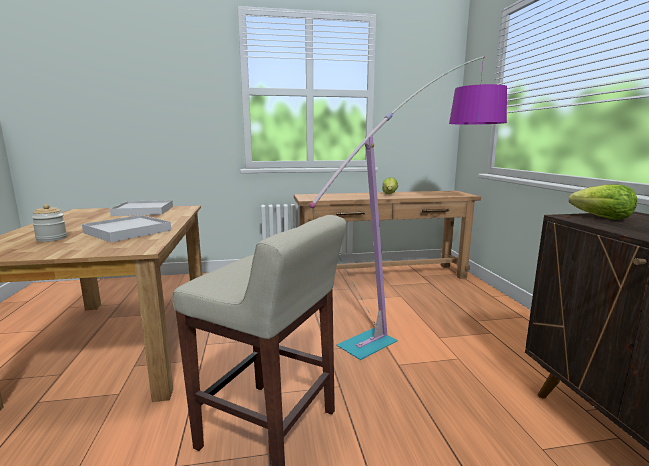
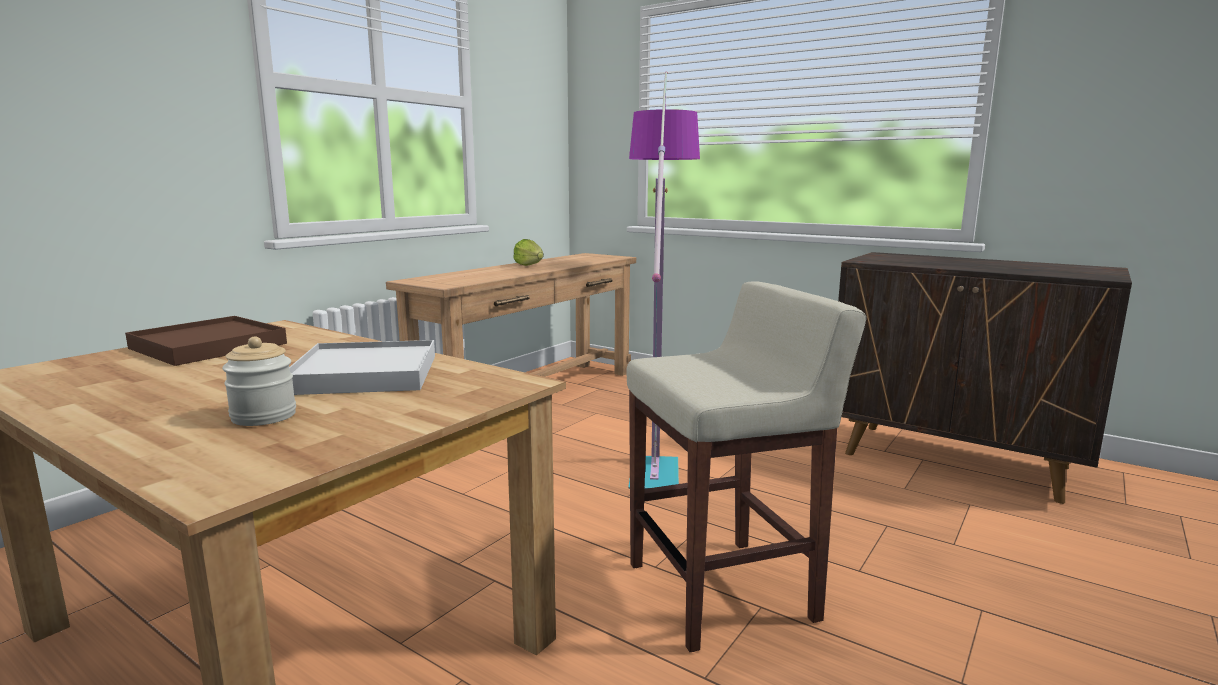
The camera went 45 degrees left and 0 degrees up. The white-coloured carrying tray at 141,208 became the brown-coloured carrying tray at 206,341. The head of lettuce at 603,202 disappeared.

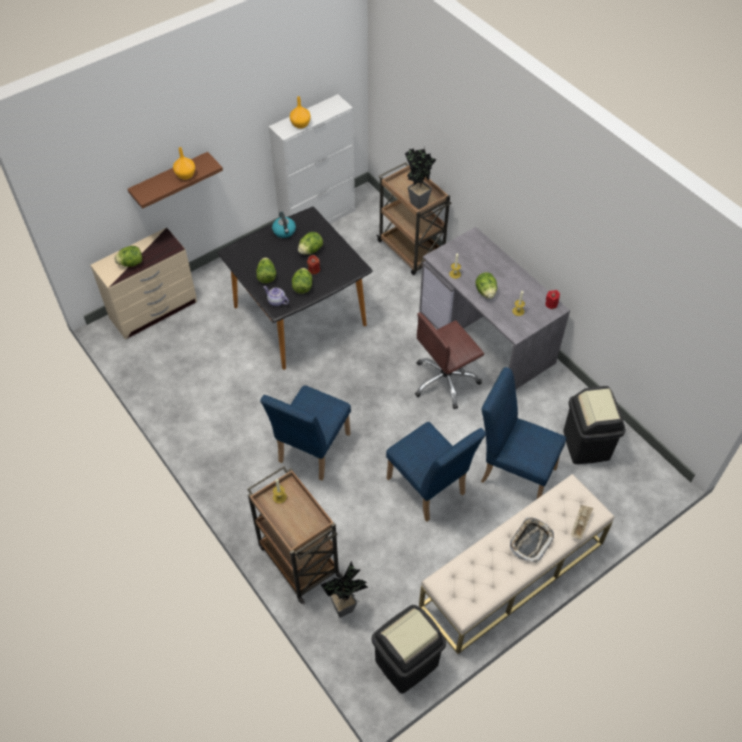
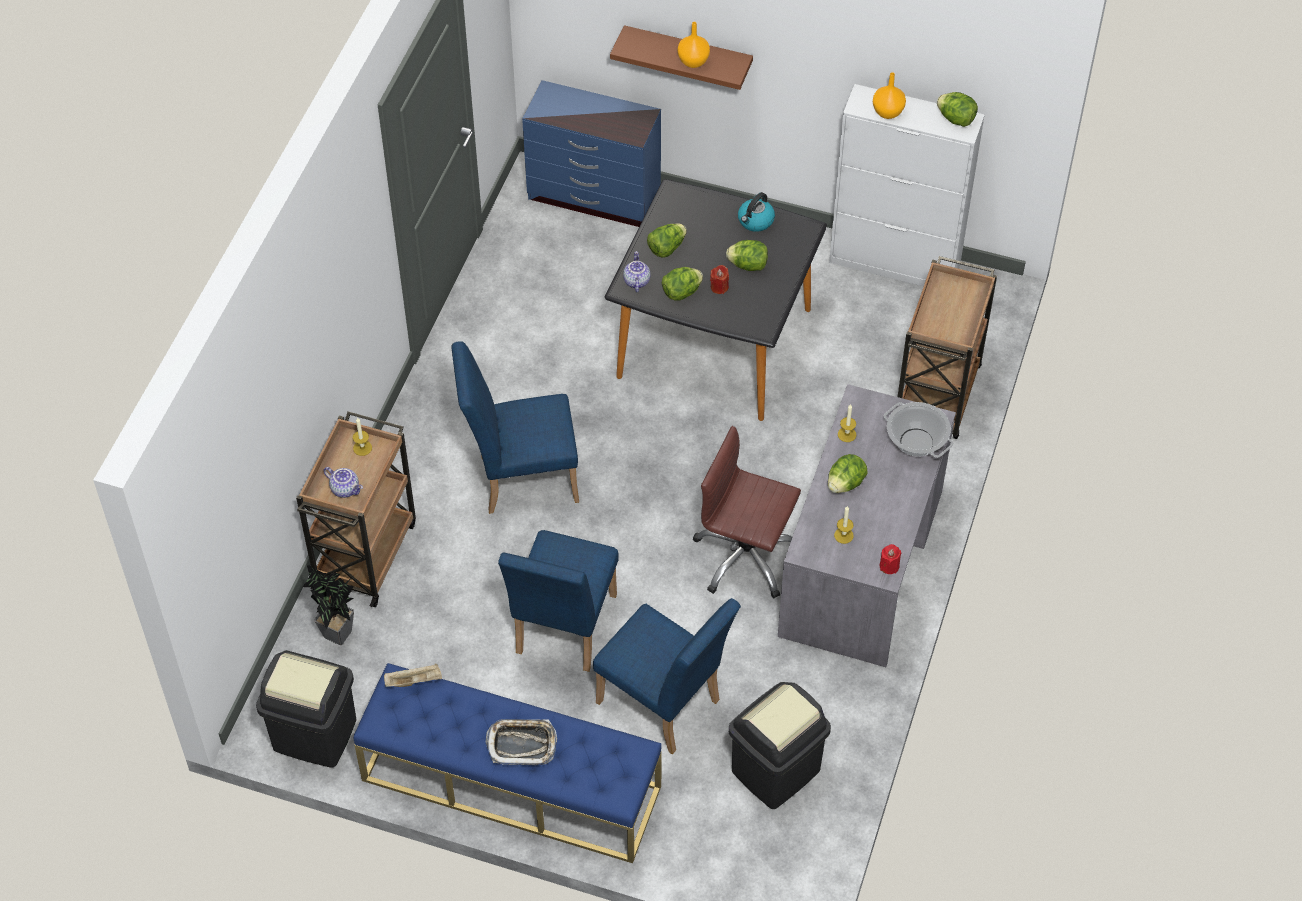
The camera went 55 degrees right and 0 degrees up. The beige-coloured dresser at 143,283 became the blue-coloured dresser at 591,153. The head of lettuce moved from 128,256 to 957,109. The houseplant at 420,178 disappeared. The beige-coloured indoor bench at 516,564 became the blue-coloured indoor bench at 508,763. The blue-coloured chair at 523,433 turned 135 degrees clockwise. The beige-coloured carrying tray moved from 582,522 to 413,675. The teapot at 343,482 appeared. The cooking pot at 919,430 appeared.

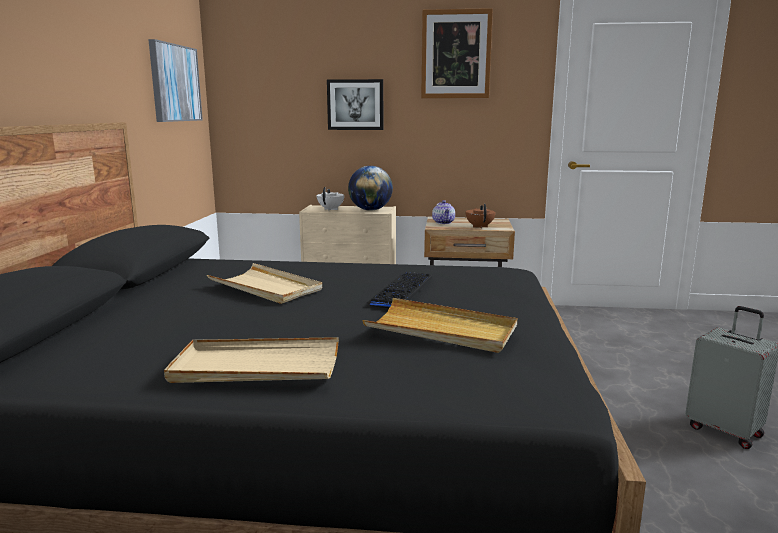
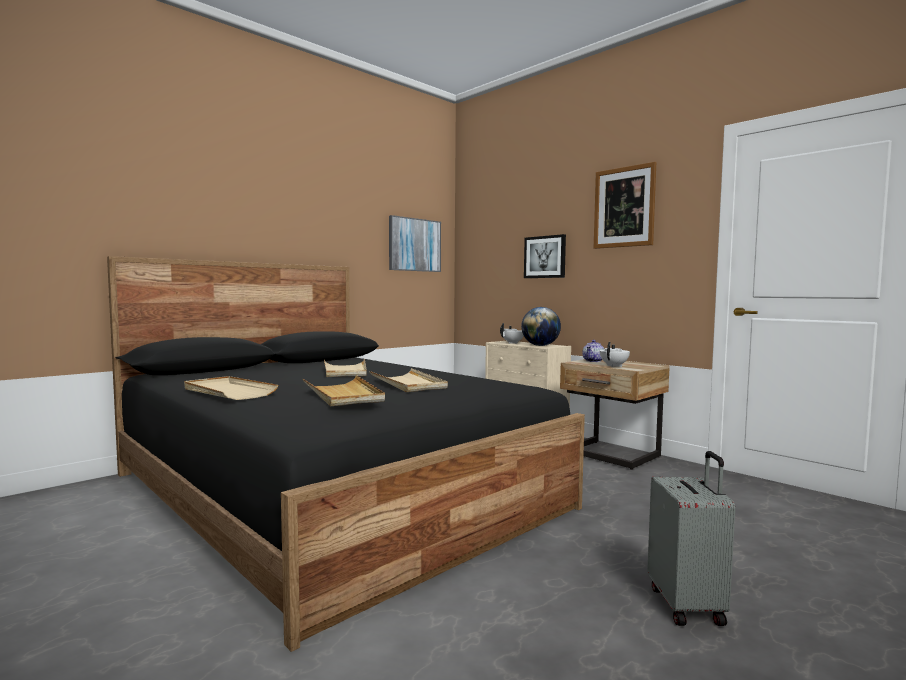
The camera went 40 degrees right and 10 degrees down. The keyboard at 398,290 was replaced by the beige-coloured carrying tray at 408,380. The brown-coloured teapot at 481,216 became the white-coloured teapot at 615,354.

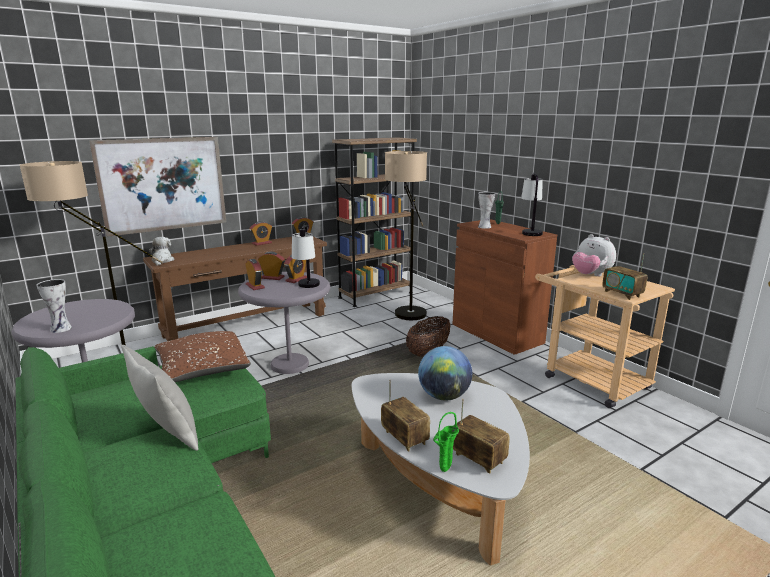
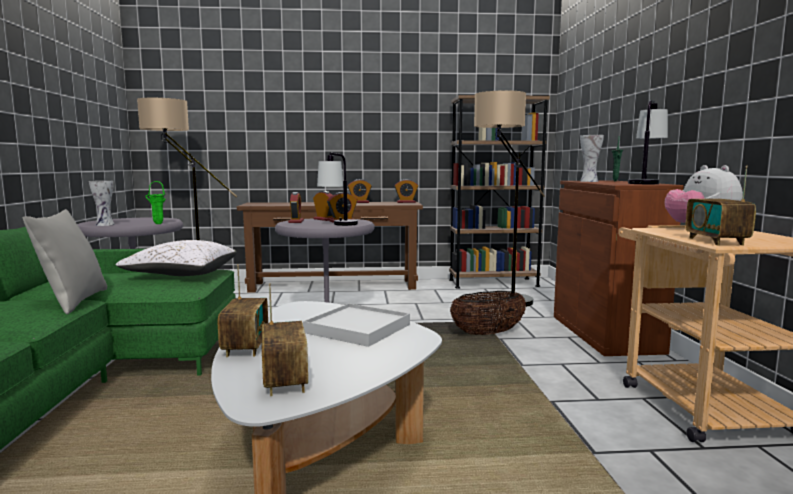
The camera went 30 degrees right and 10 degrees down. The wall picture at 158,187 disappeared. The cuddly toy at 162,251 disappeared. The brown-coloured cushion at 202,356 became the white-coloured cushion at 176,258. The globe at 445,373 was replaced by the white-coloured carrying tray at 356,325. The green flower vase moved from 446,442 to 155,202.

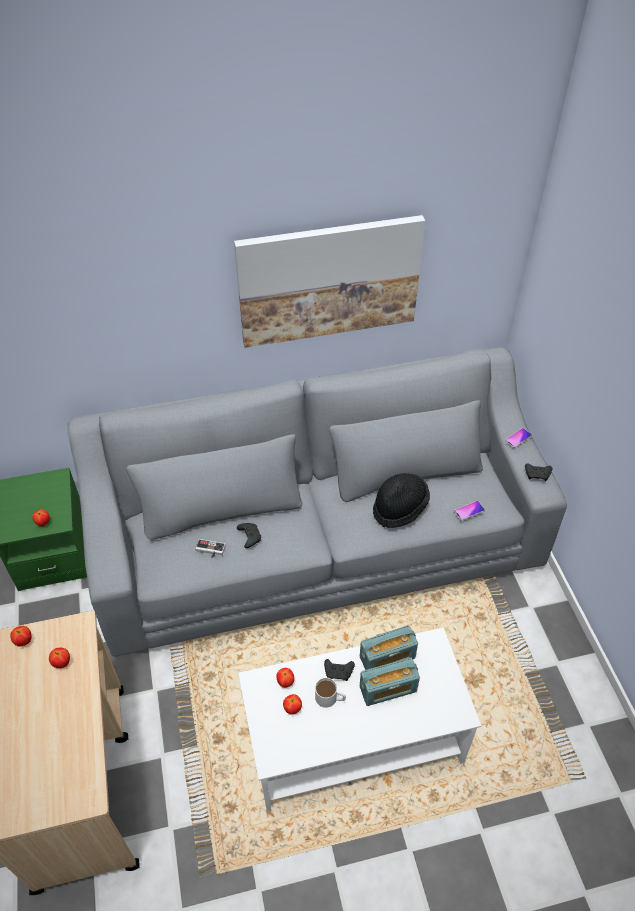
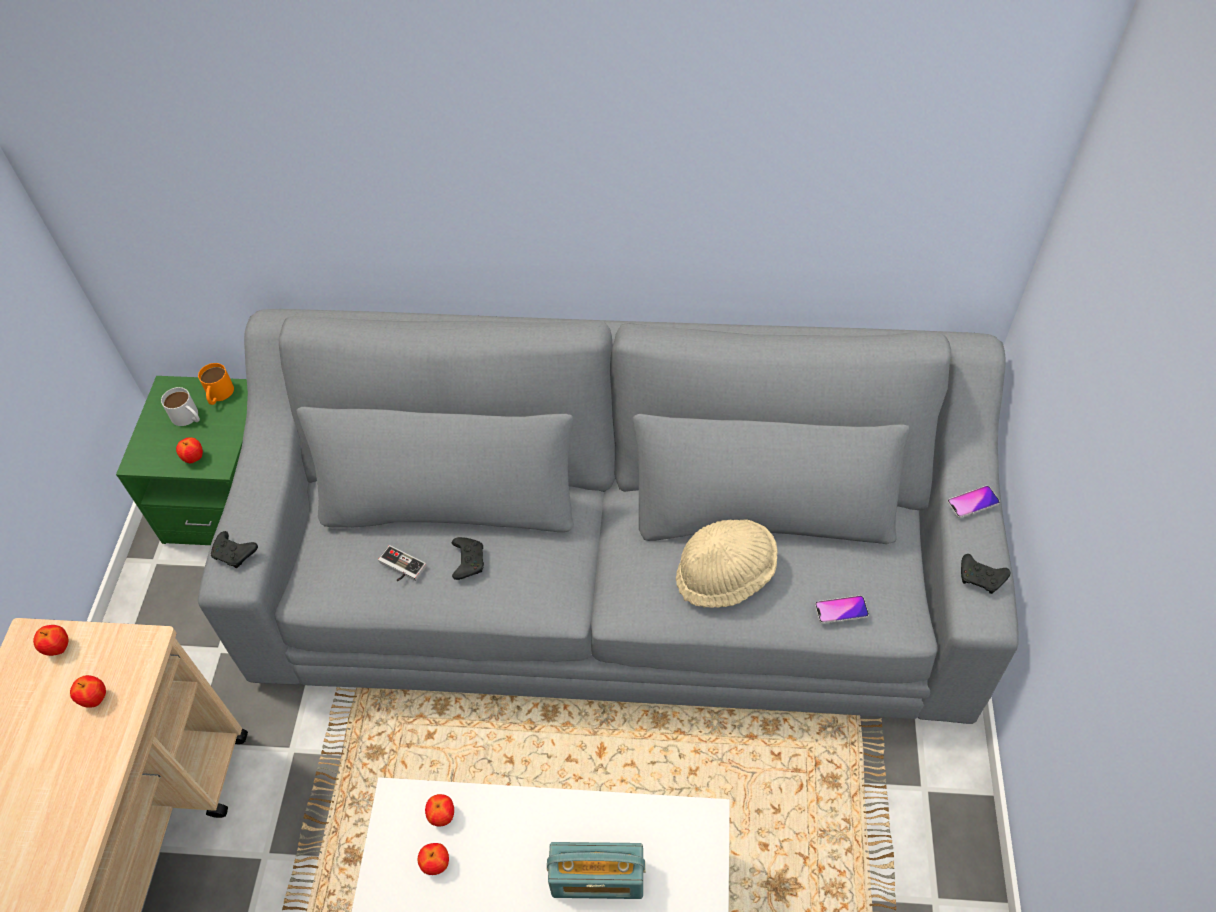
The camera went 20 degrees right and 5 degrees up. The wall picture at 329,281 disappeared. The white-coloured mug moved from 330,693 to 180,406. The black-coloured game controller moved from 339,670 to 234,549. The radio at 389,647 disappeared. The black-coloured wearable hat at 401,500 became the beige-coloured wearable hat at 727,563. The orange-coloured mug at 216,384 appeared.

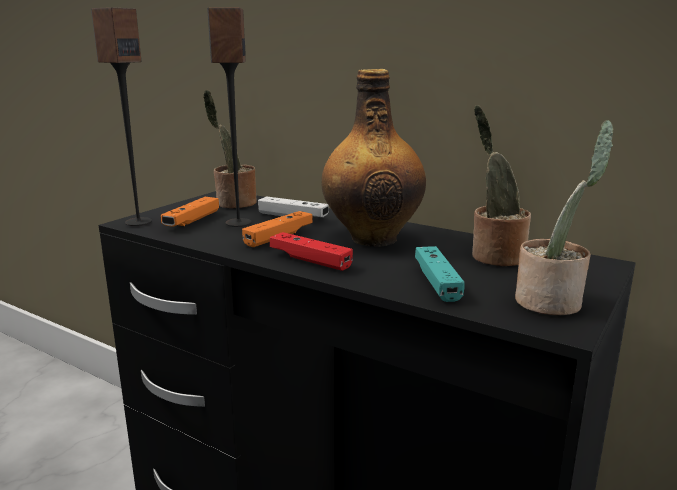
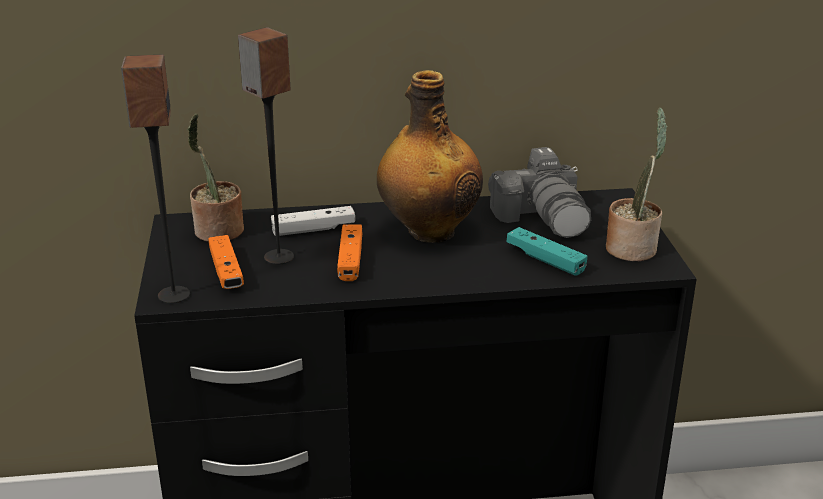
The camera went 40 degrees left and 10 degrees up. The reddish game controller at 311,251 disappeared. The houseplant at 501,186 was replaced by the photo camera at 539,192.

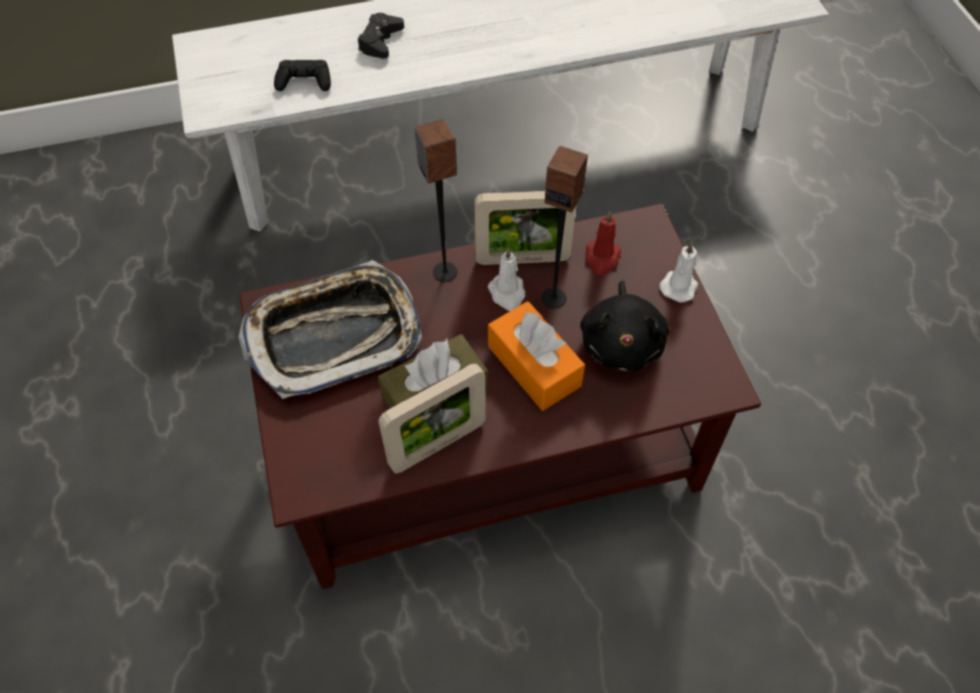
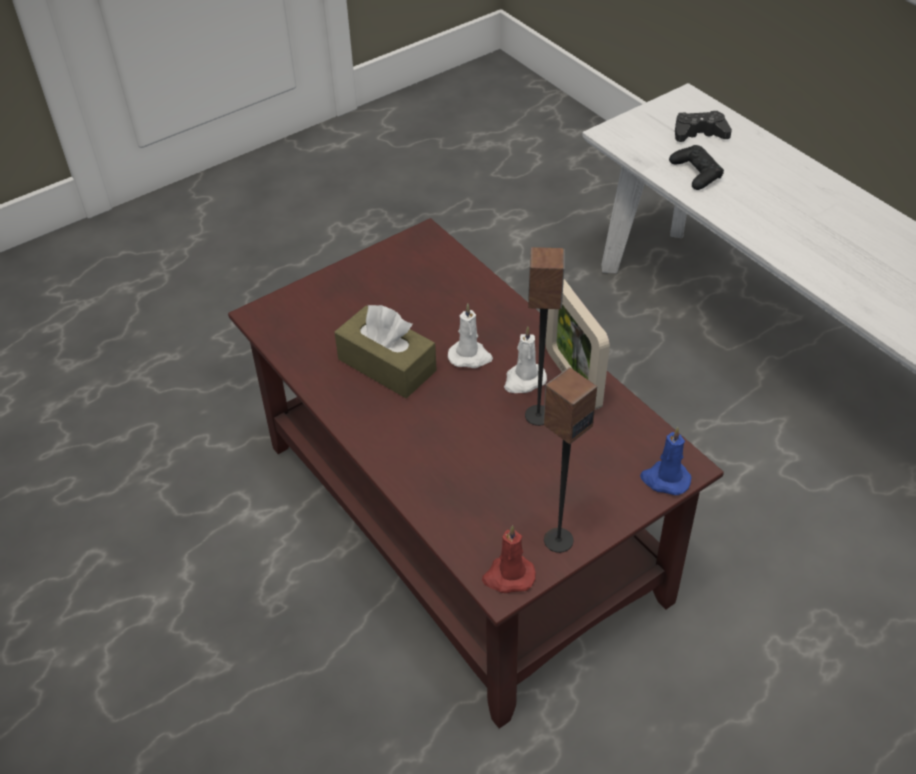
The camera went 70 degrees right and 10 degrees down. The carrying tray at 330,329 disappeared. The black-coloured game controller moved from 381,36 to 703,126. The picture frame at 432,418 disappeared. The audio speaker moved from 436,200 to 570,460. The orange-coloured tissue box at 536,356 disappeared. The black-coloured cuddly toy at 624,326 disappeared. The reddish wax light moved from 603,243 to 509,559. The white-coloured wax light moved from 678,272 to 470,335. The blue-coloured wax light at 665,461 appeared.

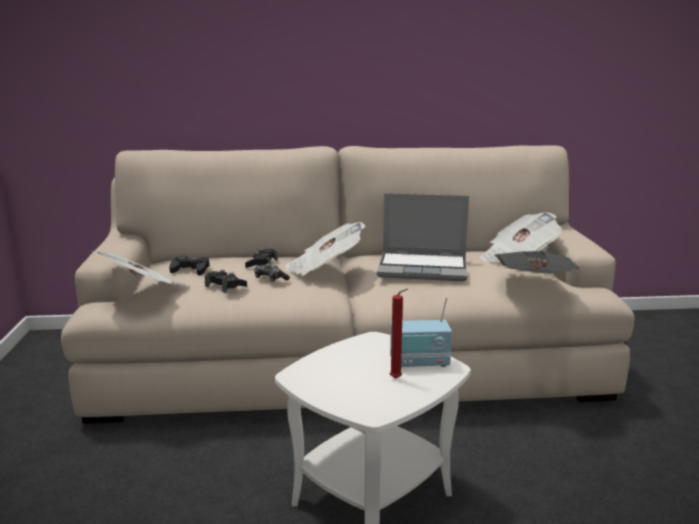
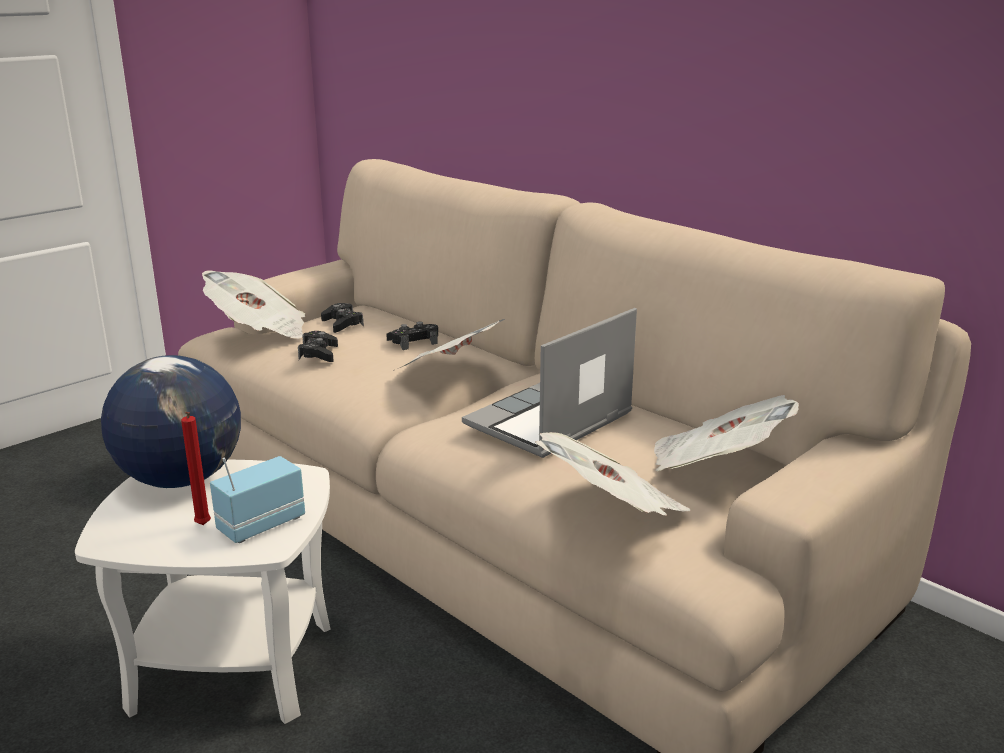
The camera went 50 degrees right and 5 degrees up. The game controller at 272,272 disappeared. The laptop at 423,237 turned 75 degrees clockwise. The radio at 421,332 turned 90 degrees clockwise. The globe at 171,421 appeared.

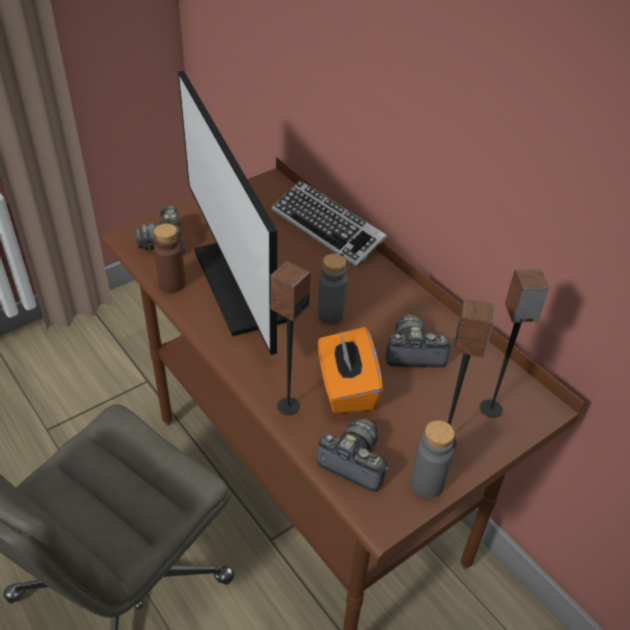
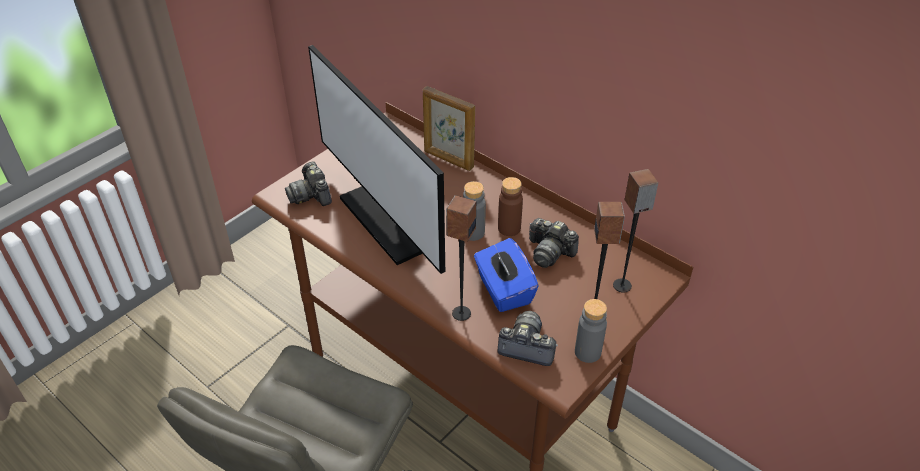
The camera went 10 degrees left and 0 degrees up. The brown-coloured beverage bottle moved from 170,258 to 510,206. The keyboard at 329,224 was replaced by the picture frame at 449,128. The orange-coloured tissue box at 350,370 became the blue-coloured tissue box at 506,275. The photo camera at 418,341 turned 135 degrees counterclockwise.

